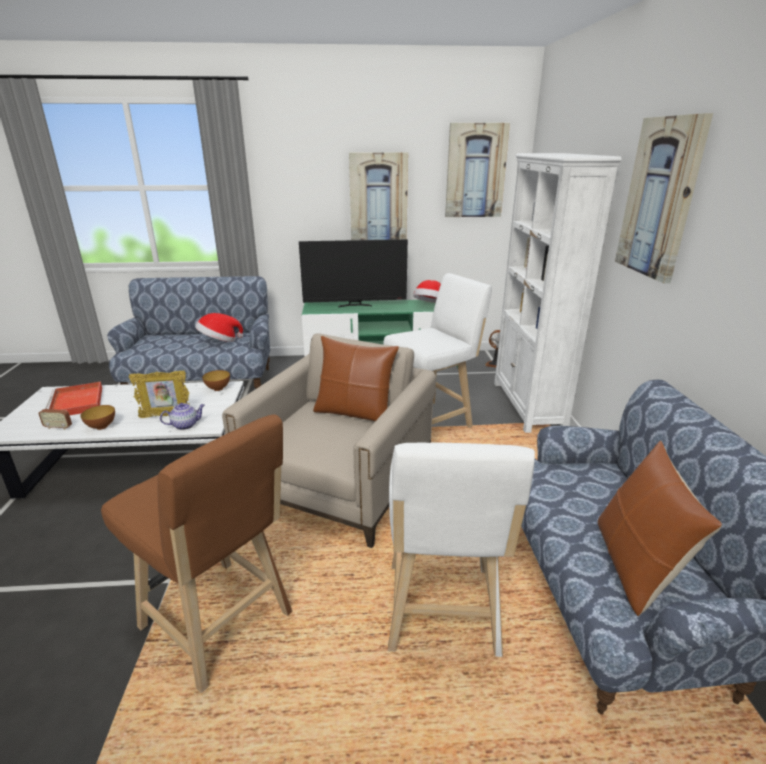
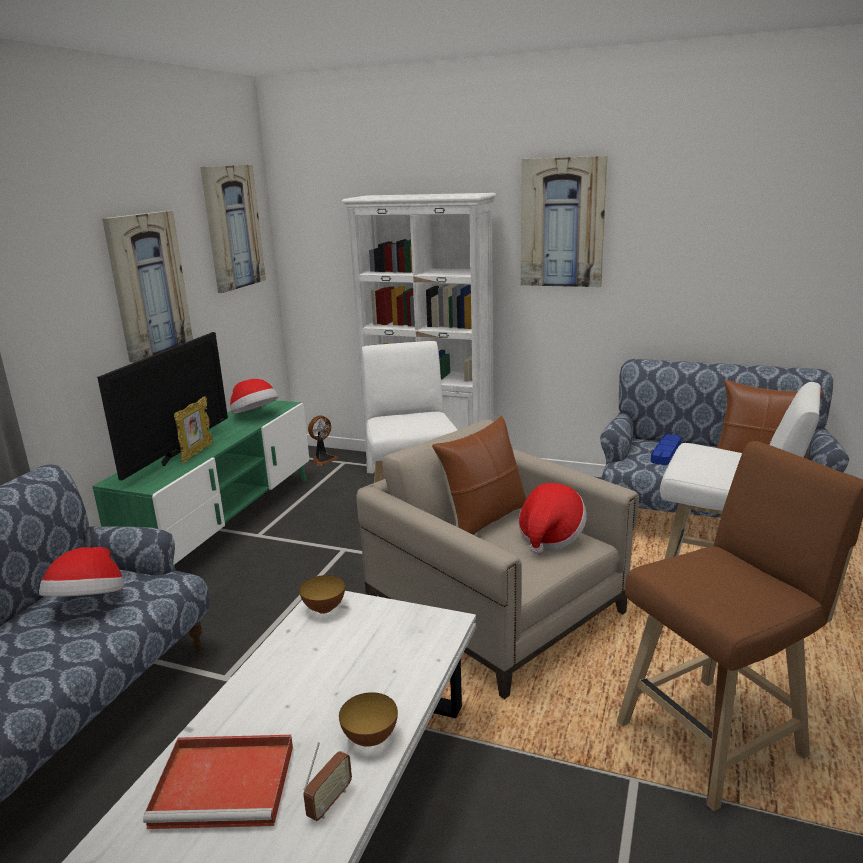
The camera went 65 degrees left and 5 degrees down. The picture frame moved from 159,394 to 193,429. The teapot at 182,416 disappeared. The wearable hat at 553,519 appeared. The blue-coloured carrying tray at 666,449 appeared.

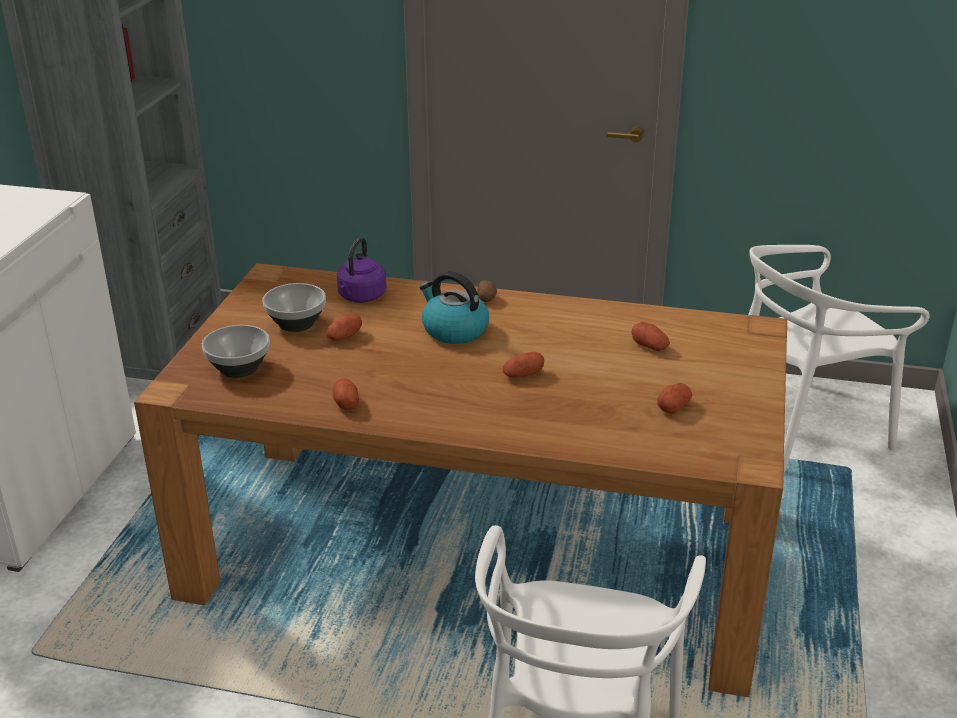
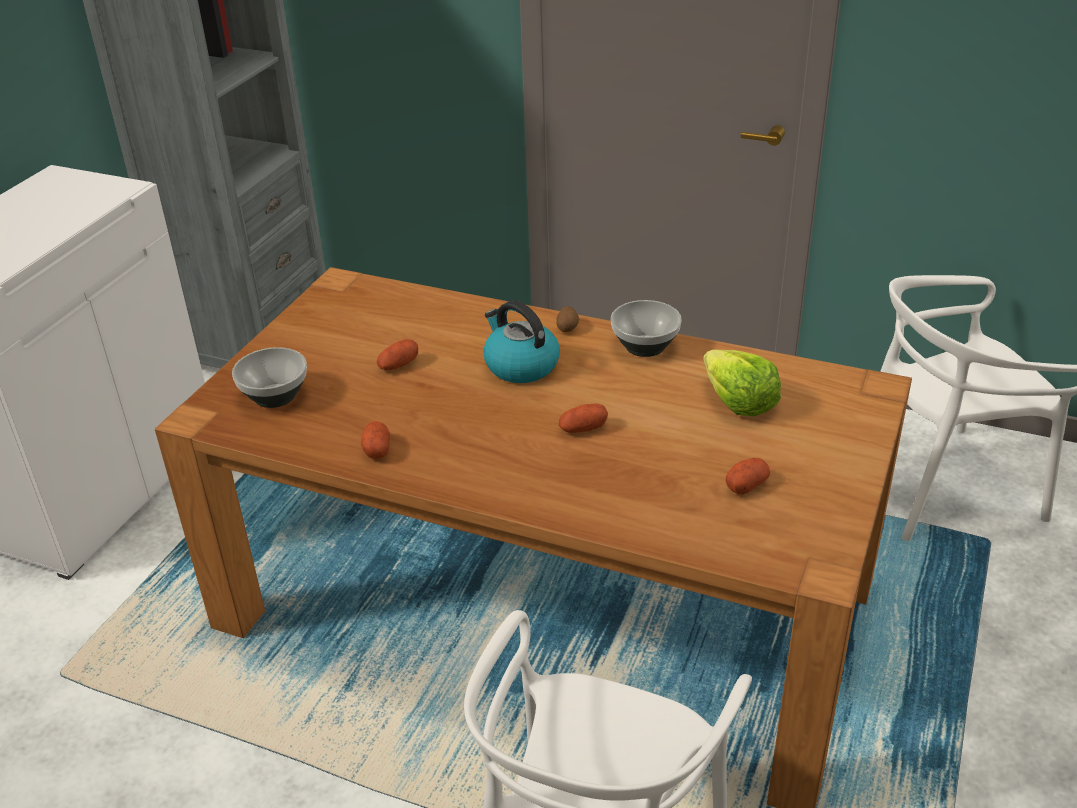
The camera went 10 degrees right and 5 degrees up. The deep dish moved from 294,307 to 646,328. The purple-coloured water kettle at 362,270 disappeared. The whole potato at 651,336 was replaced by the head of lettuce at 742,382.

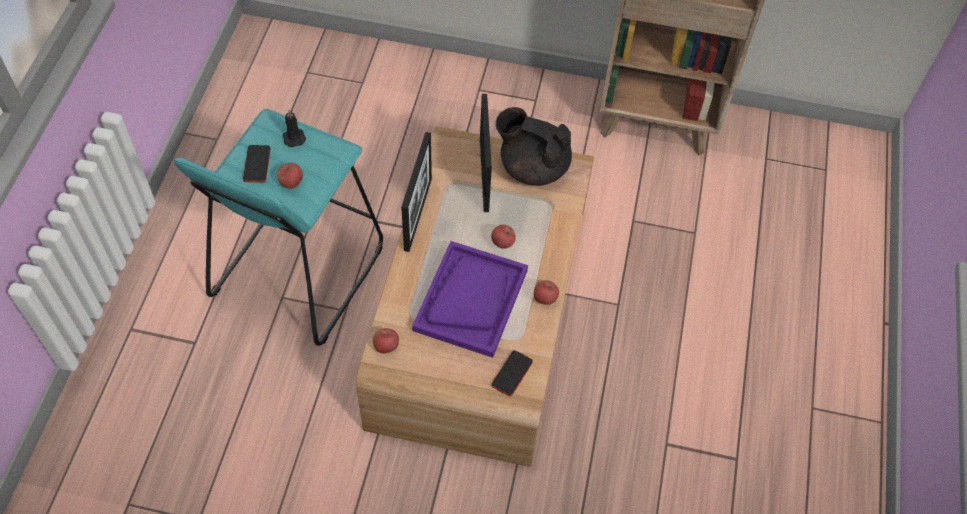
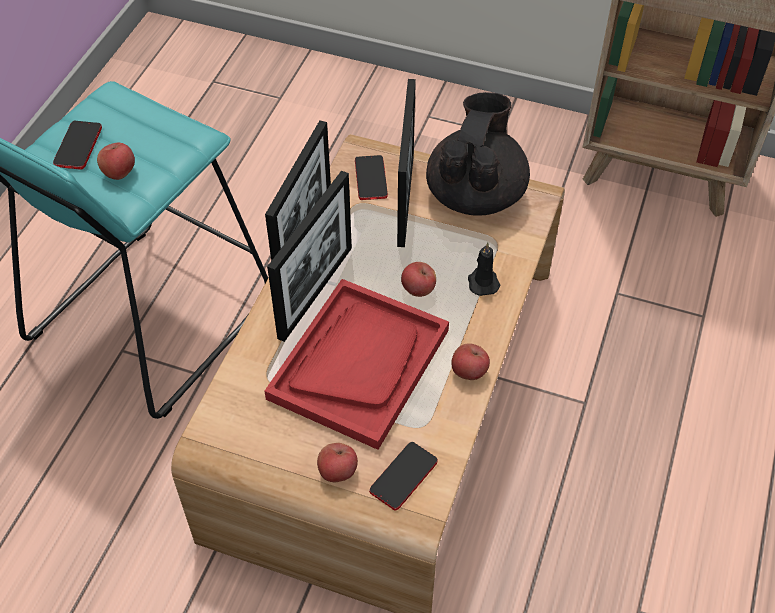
The camera went 10 degrees right and 5 degrees down. The black-coloured wax light moved from 294,128 to 484,269. The apple moved from 386,341 to 337,462. The purple-coloured carrying tray at 470,299 became the reddish carrying tray at 356,364. The black-coloured teapot at 534,146 turned 75 degrees clockwise. The picture frame at 309,256 appeared. The telephone at 371,177 appeared.

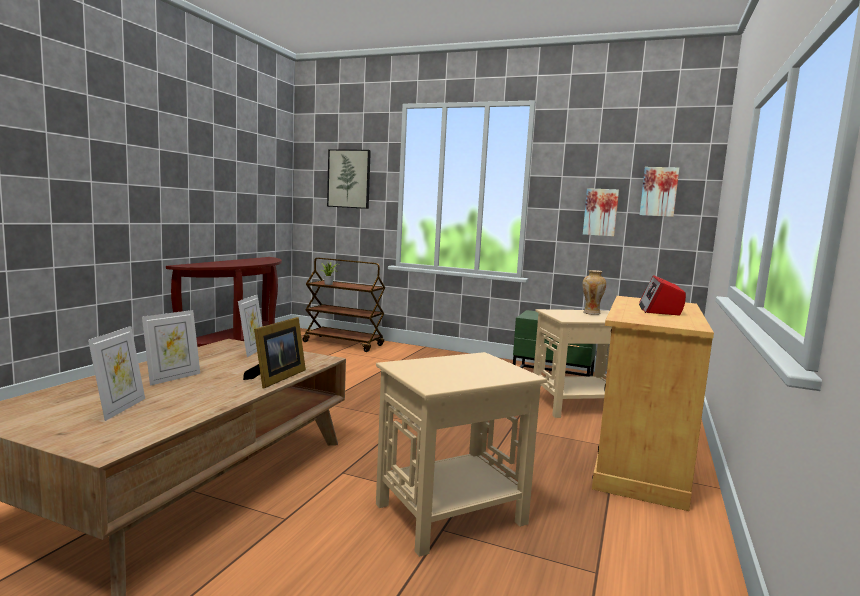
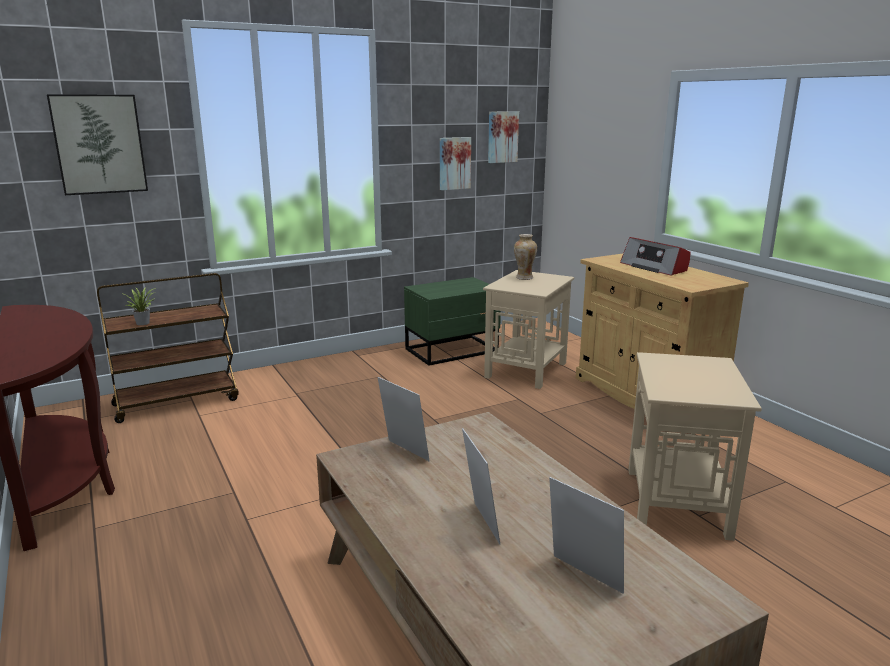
The camera went 50 degrees left and 10 degrees up. The picture frame at 274,352 disappeared.

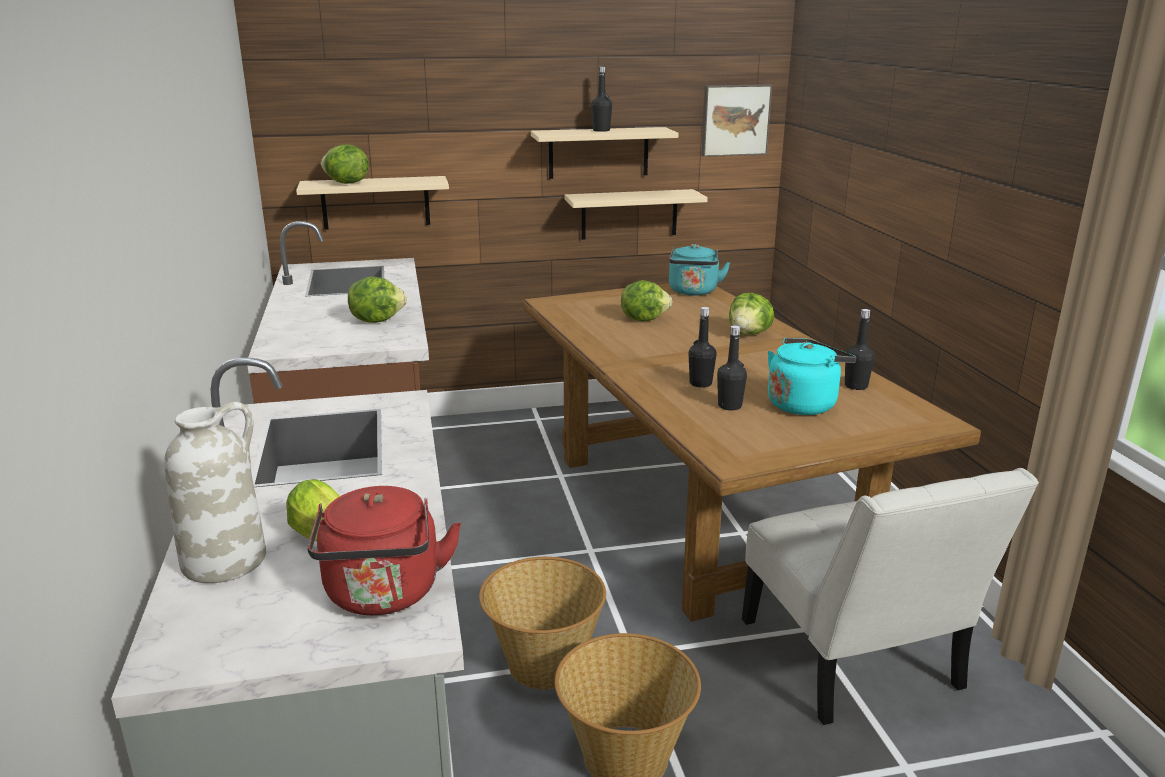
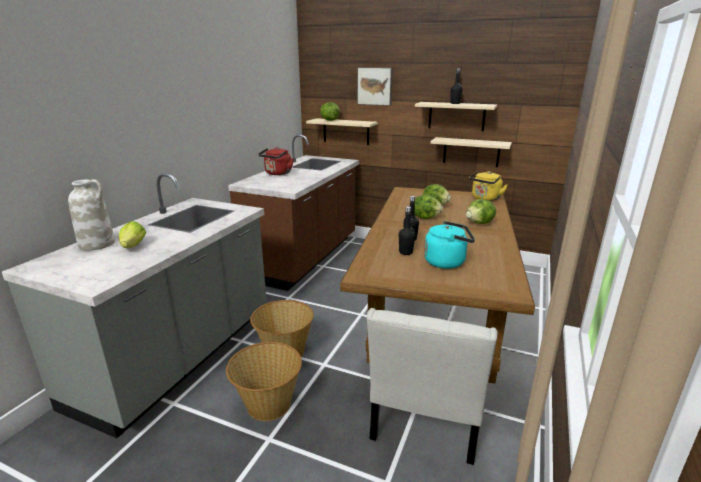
The camera went 35 degrees right and 0 degrees up. The reddish water kettle moved from 384,550 to 276,161. The head of lettuce moved from 377,300 to 429,207. The turquoise water kettle at 700,270 became the yellowish water kettle at 488,186. The wall picture moved from 736,120 to 375,86. The black-coloured beverage bottle at 860,349 disappeared.

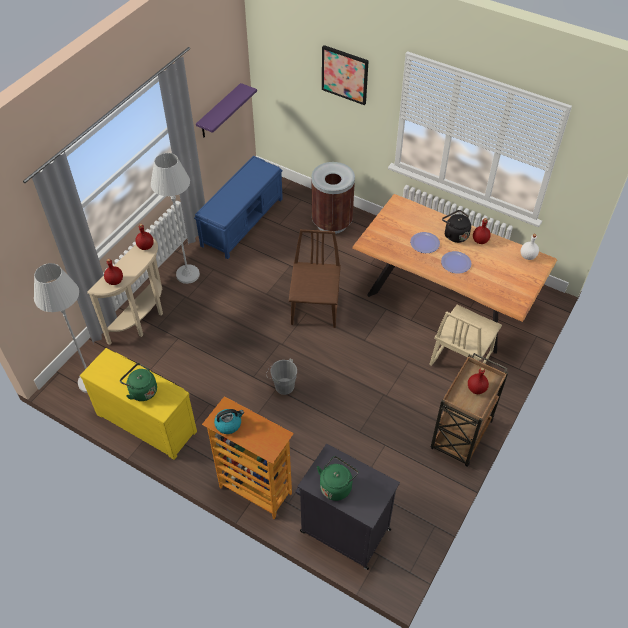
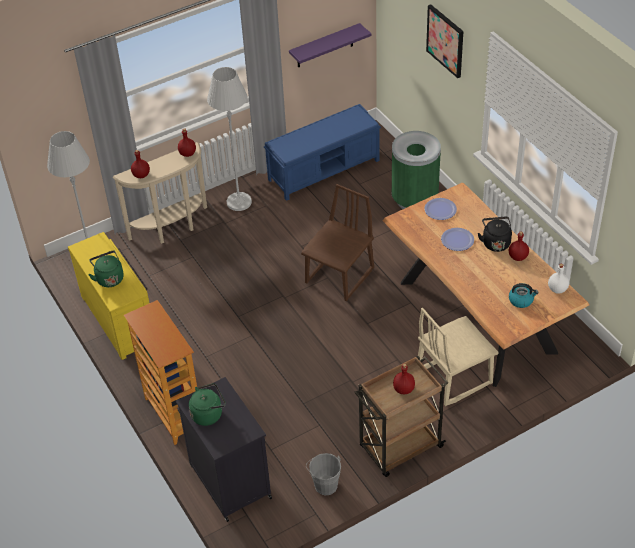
The camera went 30 degrees right and 5 degrees down. The water kettle moved from 229,421 to 524,295. The gray bucket moved from 281,376 to 323,474. The brown-coloured trash can at 333,198 became the green trash can at 416,170. The dinner plate moved from 456,262 to 440,209.

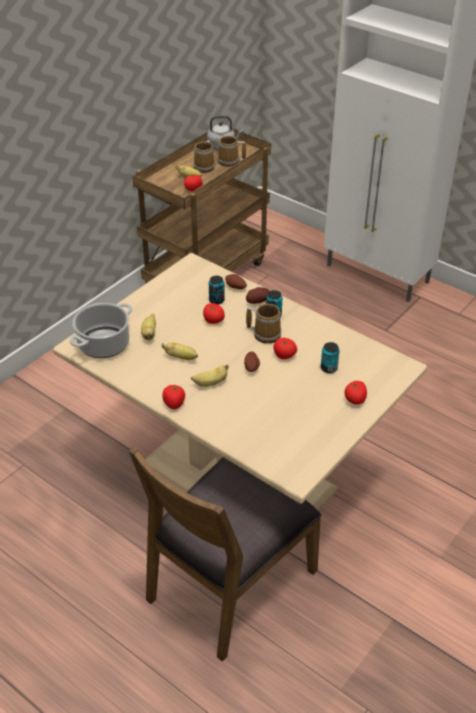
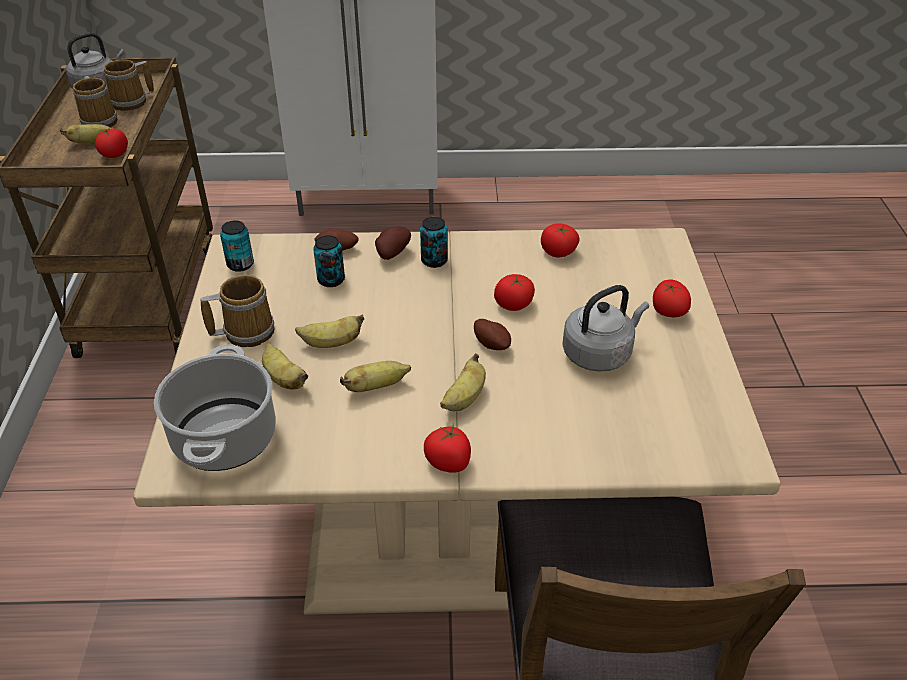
The camera went 40 degrees left and 0 degrees up. The fresh tomato moved from 214,313 to 560,240. The mug moved from 263,323 to 237,311. The metal can moved from 330,357 to 237,246. The banana fruit at 329,331 appeared. The gray water kettle at 605,328 appeared.

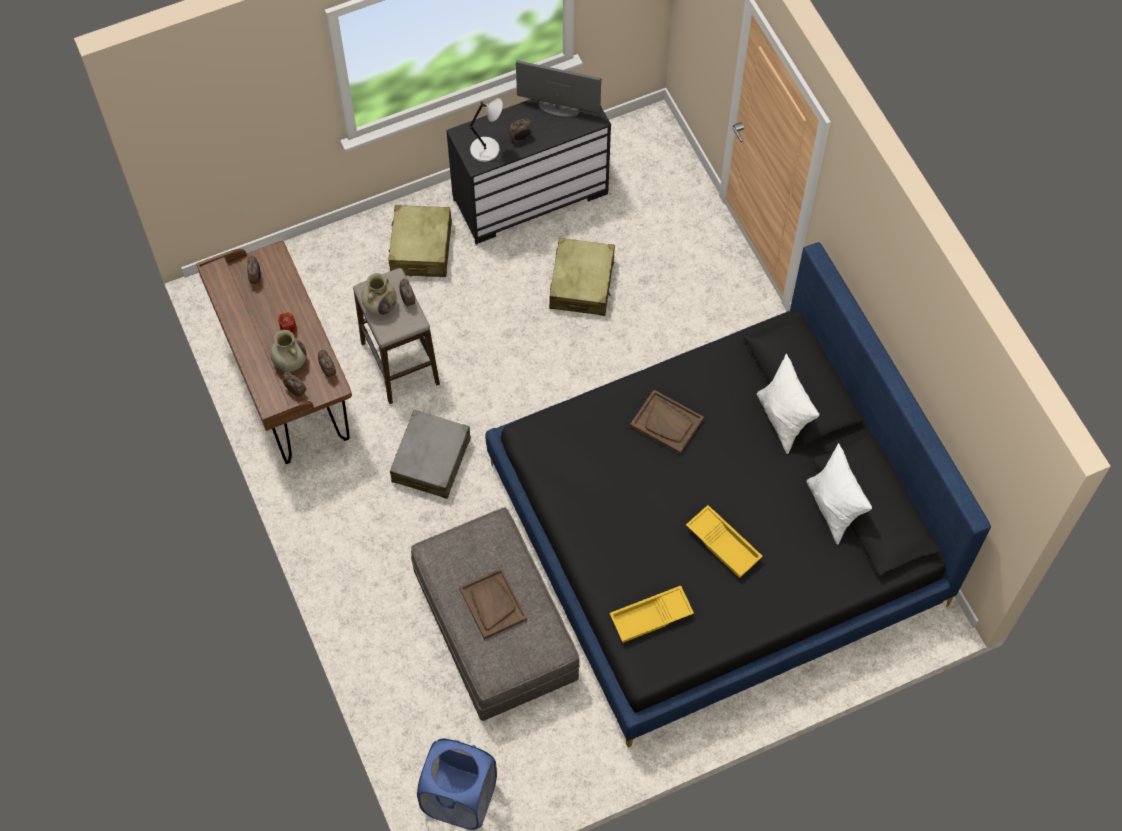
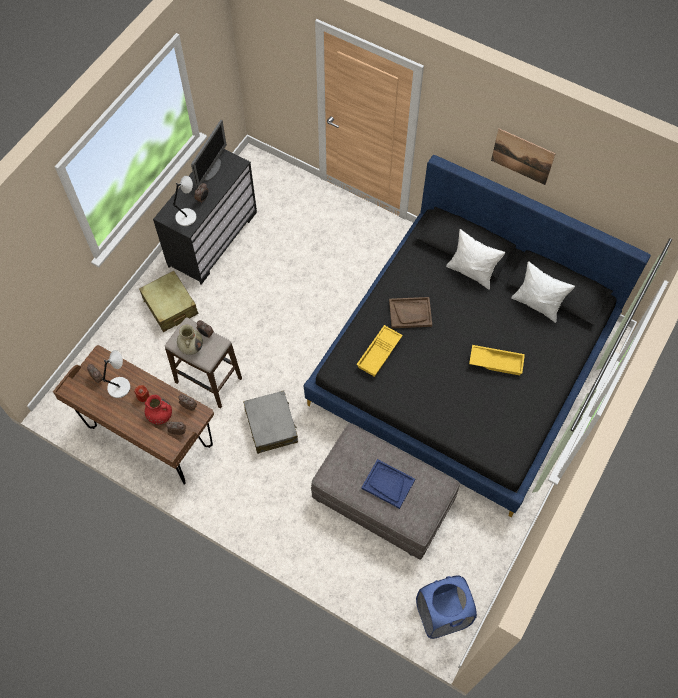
The camera went 35 degrees left and 0 degrees up. The beige-coloured flower vase at 288,351 became the reddish flower vase at 158,409. The brown-coloured carrying tray at 493,603 became the blue-coloured carrying tray at 388,484. The computer screen at 558,89 turned 135 degrees clockwise. The beige-coloured piece of luggage at 582,277 disappeared. The yellowish carrying tray moved from 652,614 to 379,351. The gray table lamp at 116,374 appeared. The wall picture at 523,156 appeared.

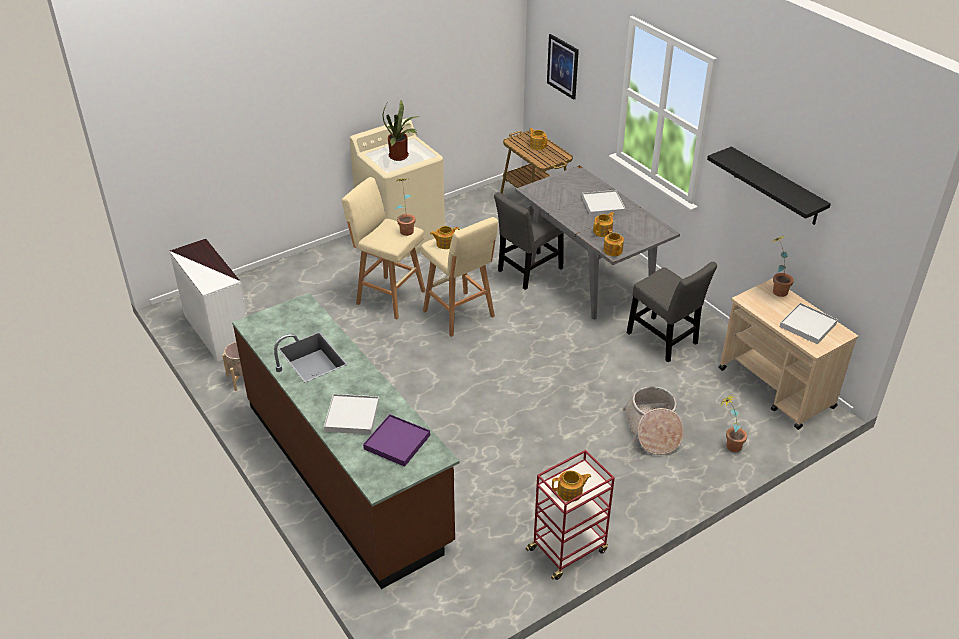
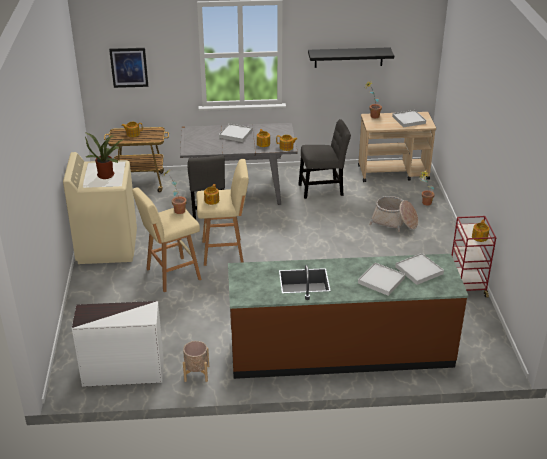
The camera went 60 degrees left and 5 degrees down. The purple-coloured carrying tray at 396,440 became the white-coloured carrying tray at 419,269.

